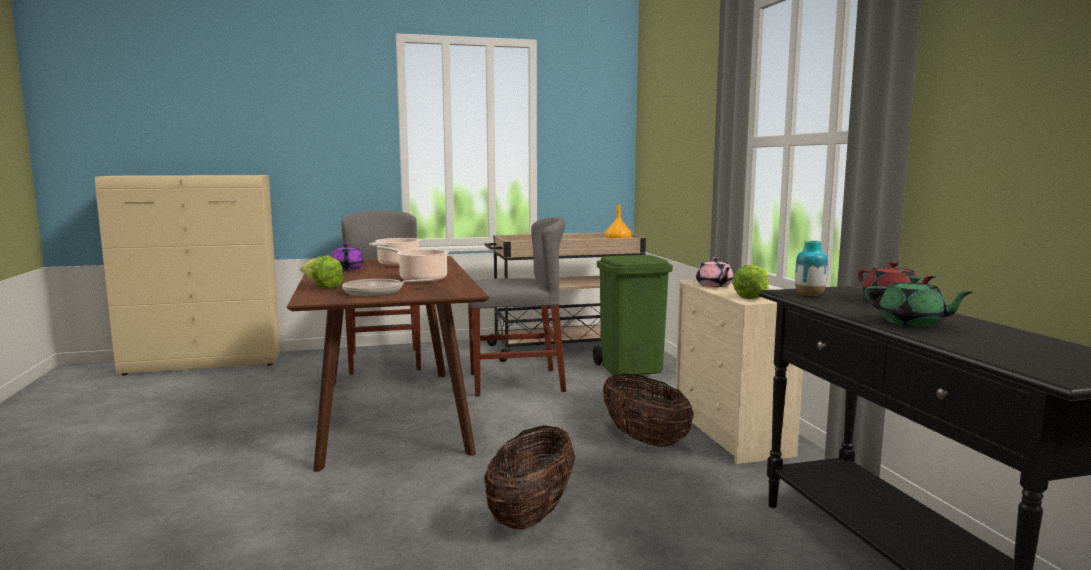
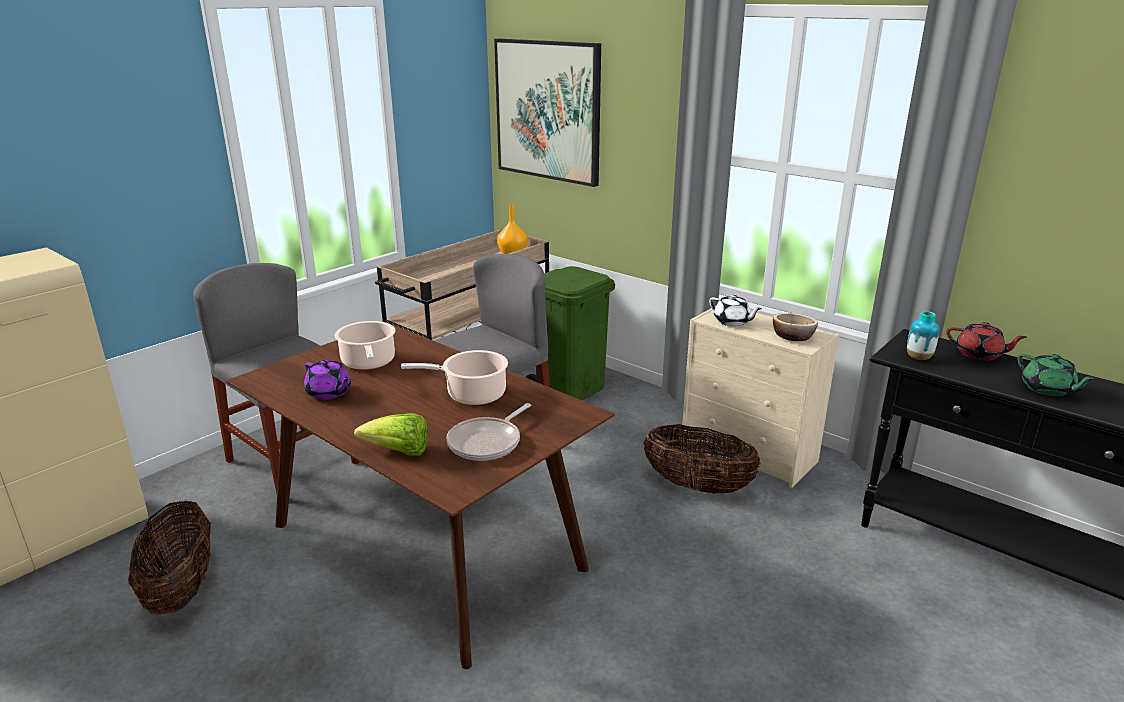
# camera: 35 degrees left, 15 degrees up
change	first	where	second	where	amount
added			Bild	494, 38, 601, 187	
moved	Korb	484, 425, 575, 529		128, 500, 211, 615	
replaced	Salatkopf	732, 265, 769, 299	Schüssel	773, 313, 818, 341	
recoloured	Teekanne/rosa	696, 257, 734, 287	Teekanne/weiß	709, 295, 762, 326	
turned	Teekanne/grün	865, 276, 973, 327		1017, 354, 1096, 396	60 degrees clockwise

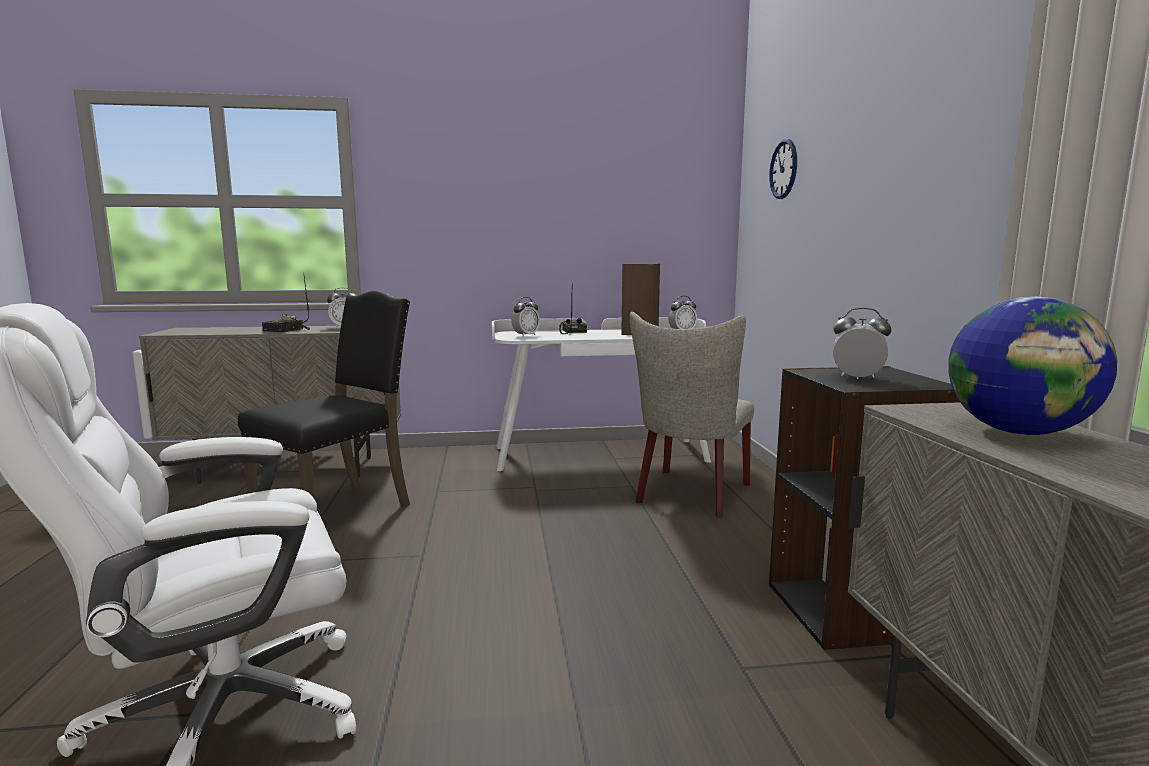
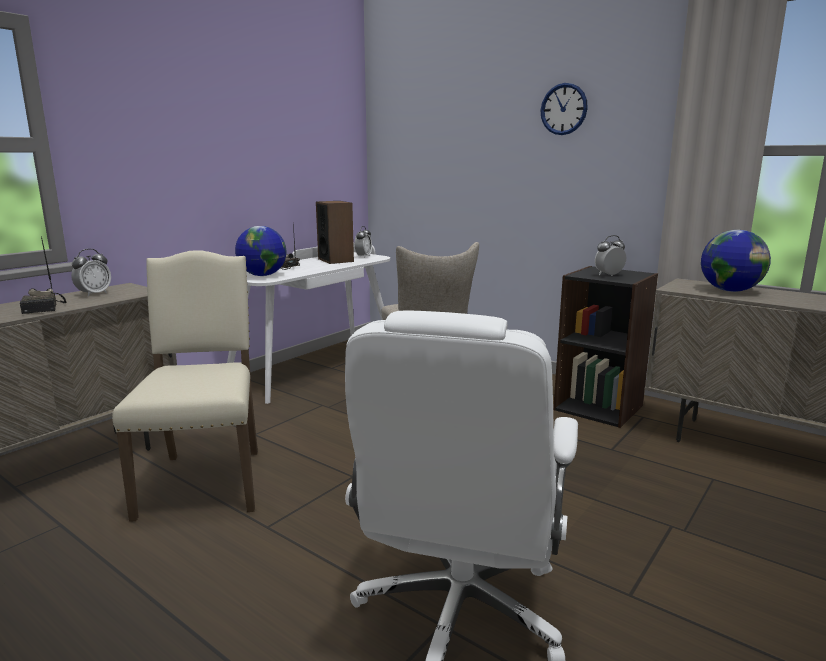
# camera: 45 degrees left, 5 degrees up
change	first	where	second	where	amount
moved	Wanduhr	769, 139, 797, 199		540, 83, 588, 135	
replaced	Wecker	511, 297, 540, 337	Globus	235, 226, 287, 276	
recoloured	Stuhl/schwarz	238, 291, 410, 507	Stuhl/beige	112, 250, 258, 522	

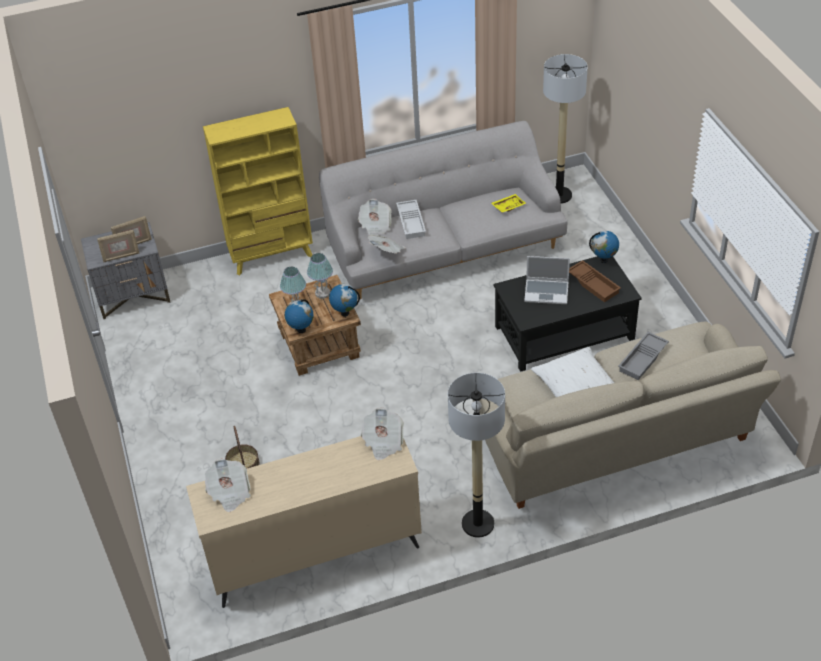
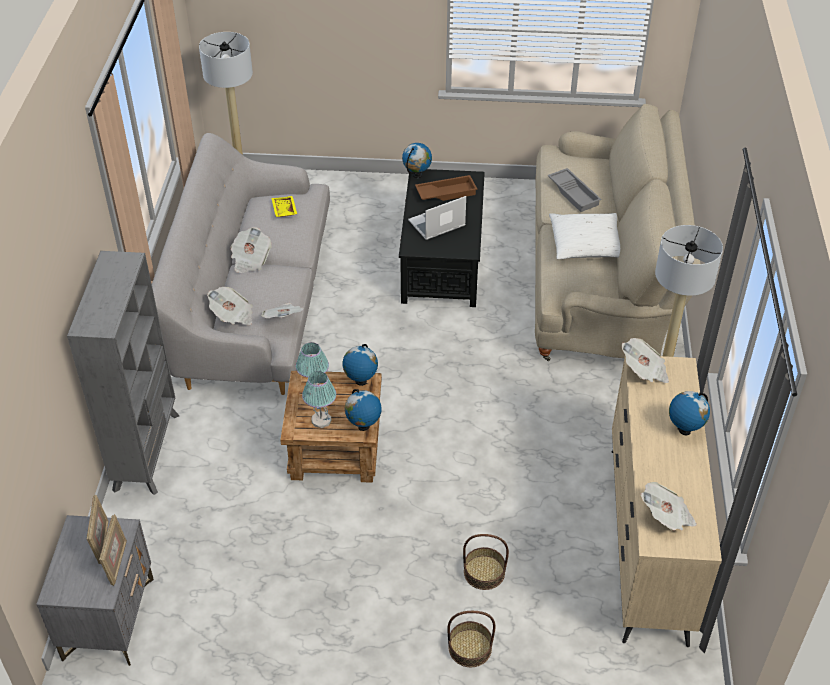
# camera: 70 degrees left, 0 degrees up
change	first	where	second	where	amount
removed	Tablett/weiß	396, 200, 426, 239			
added			Zeitung	230, 227, 272, 273	
added			Korb	447, 611, 496, 667	
added			Globus	669, 391, 710, 435	
recoloured	Bücherregal/gelb	203, 107, 313, 275	Bücherregal/grau	67, 251, 179, 495	
turned	Laptop	524, 256, 570, 304		408, 196, 466, 240	150 degrees counterclockwise

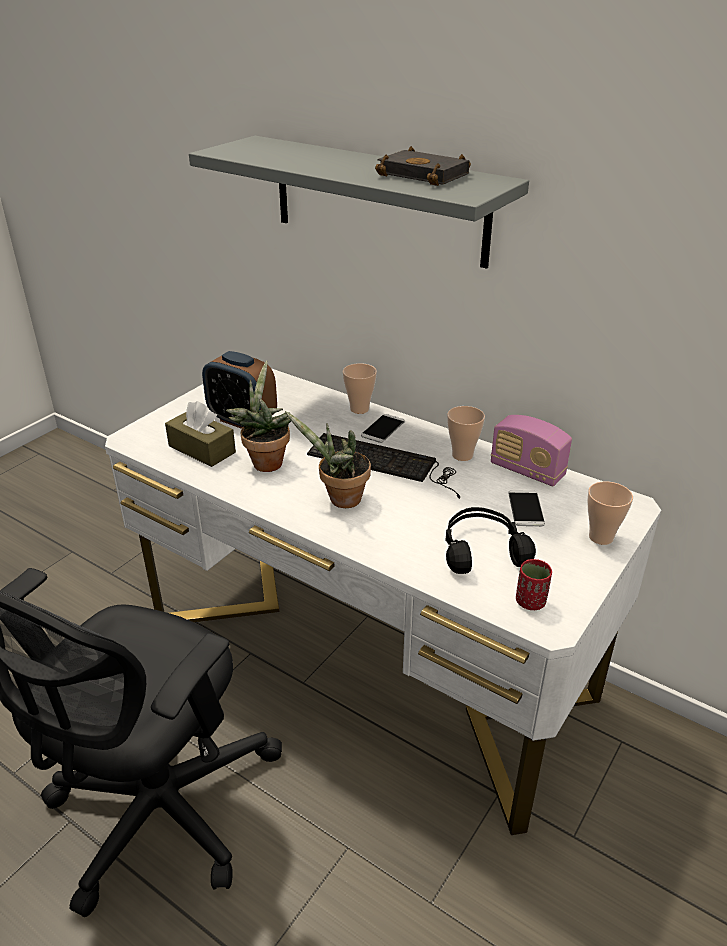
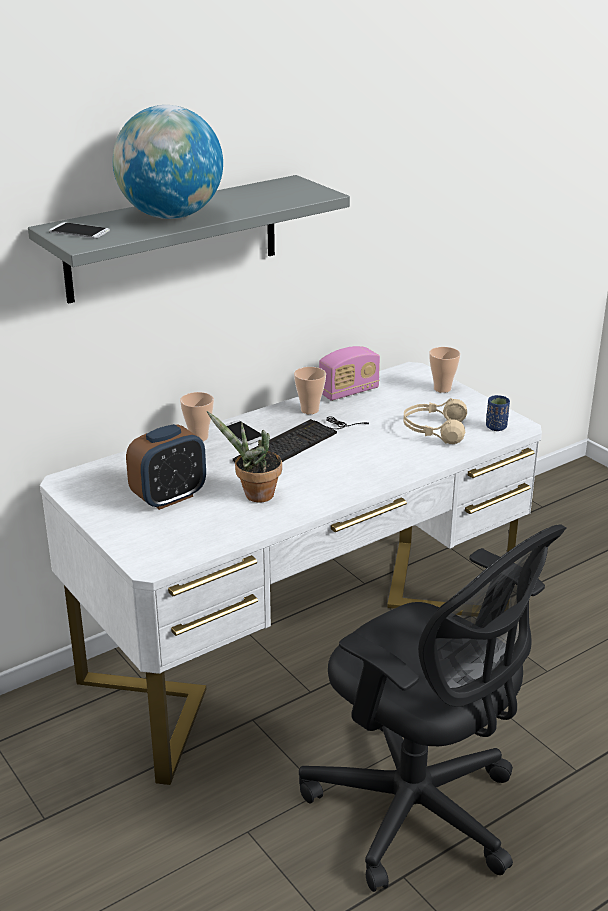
# camera: 70 degrees left, 5 degrees down
change	first	where	second	where	amount
removed	Taschentuchbox/braun	165, 401, 236, 467			
removed	Topfpflanze	285, 411, 371, 508			
removed	Buch/schwarz	375, 146, 471, 186			
added			Globus	113, 105, 223, 219	
moved	Handy	508, 490, 545, 526		49, 222, 110, 239	
recoloured	Kopfhörer/schwarz	445, 507, 536, 574	Kopfhörer/beige	403, 398, 467, 444	
recoloured	Tasse/rot	516, 559, 552, 610	Tasse/blau	486, 395, 510, 431	

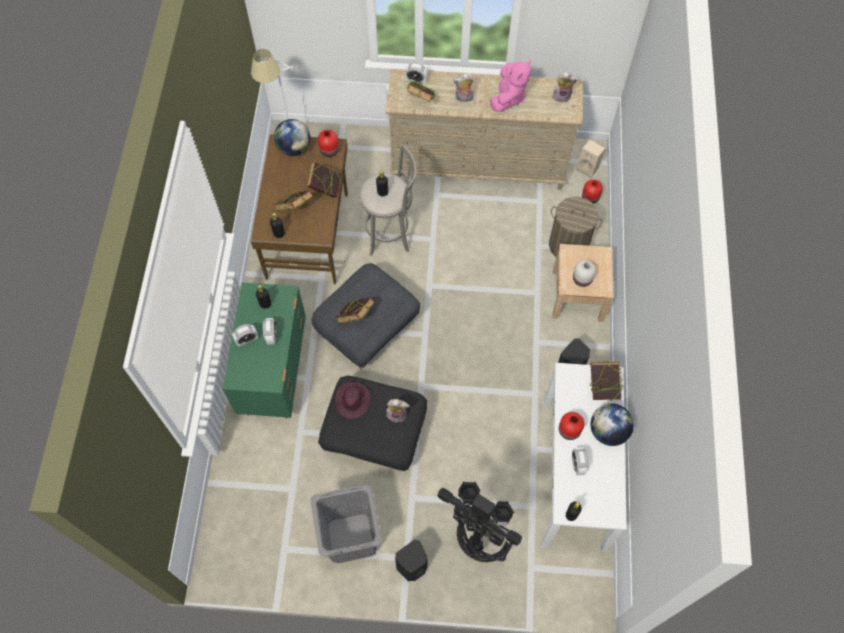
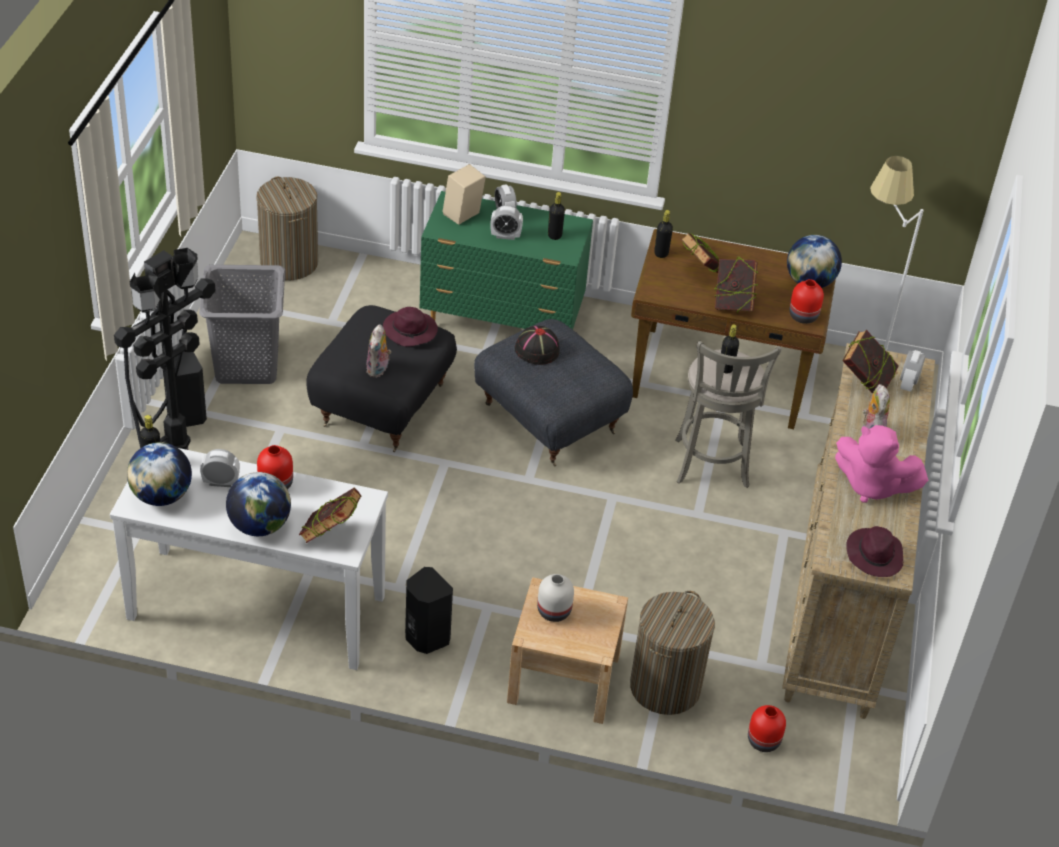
# camera: 95 degrees right, 20 degrees down
change	first	where	second	where	amount
added			Globus	127, 442, 192, 506	
added			Wäschekorb	256, 177, 318, 280	
moved	Lautsprecher/beige	576, 140, 606, 178		443, 164, 486, 225	
replaced	Buch	335, 297, 375, 323	Hut/schwarz	515, 326, 560, 365	
replaced	Plüschtier	552, 72, 578, 103	Hut/lila	846, 526, 903, 577	

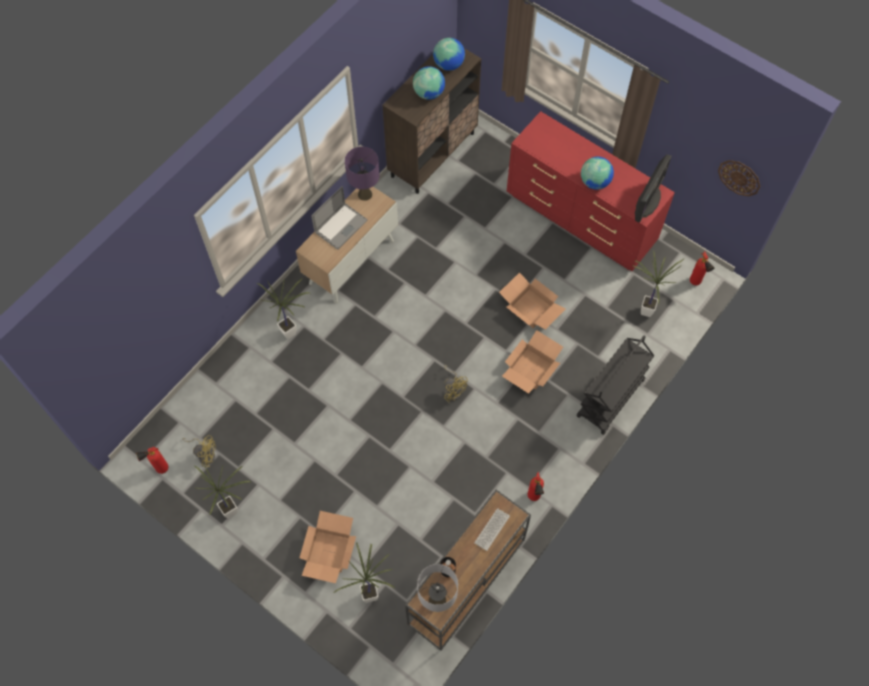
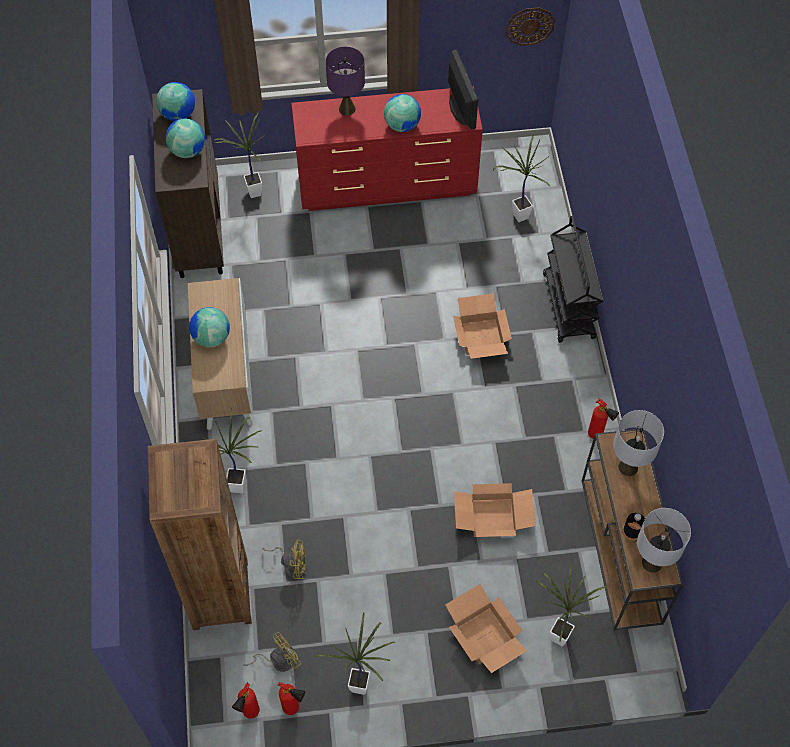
# camera: 45 degrees left, 5 degrees down
change	first	where	second	where	amount
added			Bücherregal/braun	148, 439, 252, 630	
added			Topfpflanze	214, 112, 266, 198	
moved	Tischlampe/lila	345, 147, 380, 201		326, 47, 365, 115	
moved	Ventilator/gelb	444, 365, 468, 402		262, 540, 306, 579	
moved	Karton	499, 272, 566, 330		454, 483, 536, 537	
moved	Feuerlöscher	690, 251, 714, 285		278, 682, 305, 715	
replaced	Laptop	311, 186, 368, 250	Globus	189, 307, 230, 348	
replaced	Tastatur	474, 508, 510, 551	Tischlampe/grau	613, 410, 664, 476	

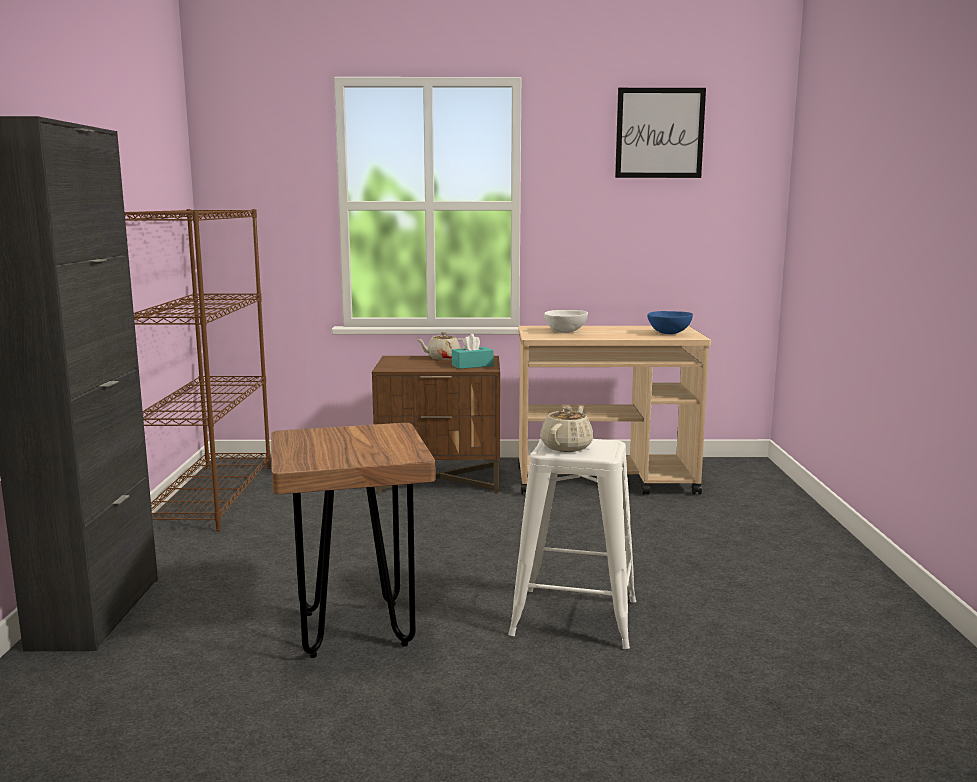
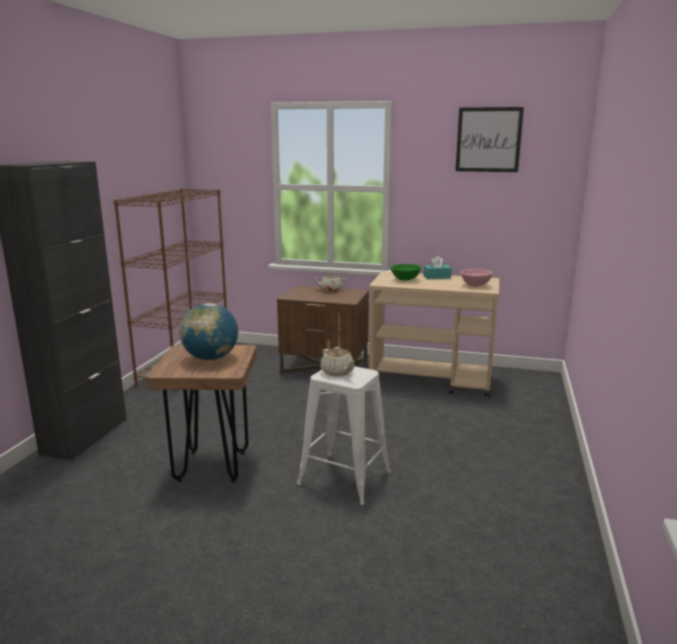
# camera: 15 degrees right, 5 degrees up
change	first	where	second	where	amount
added			Globus	180, 303, 238, 361	
moved	Taschentuchbox/türkis	452, 334, 494, 369		423, 256, 452, 279	
recoloured	Schüssel/weiß	544, 310, 588, 333	Schüssel/grün	391, 264, 421, 281	
recoloured	Schüssel/blau	647, 311, 693, 334	Schüssel/rosa	461, 269, 492, 286	
turned	Teekanne/beige	540, 406, 594, 452		320, 347, 355, 377	105 degrees clockwise

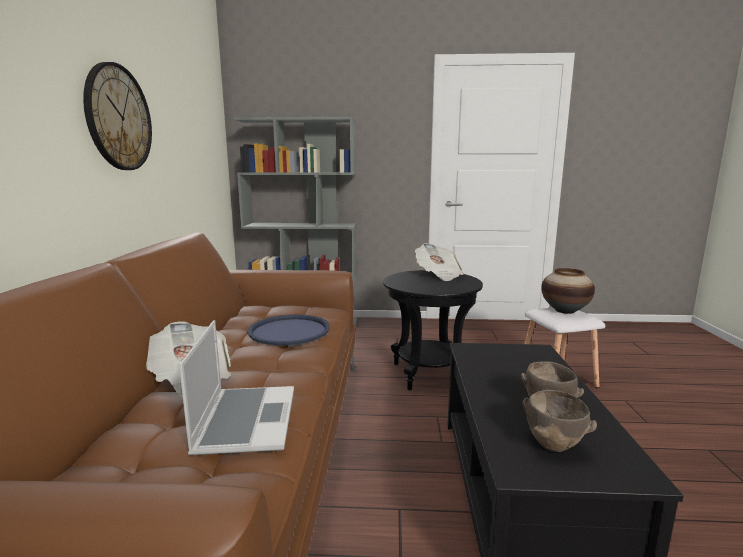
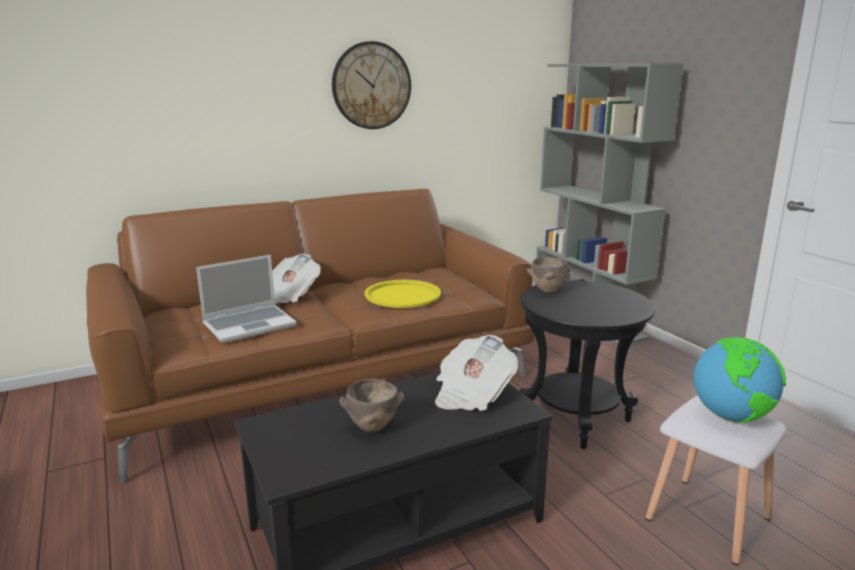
# camera: 60 degrees right, 5 degrees up
change	first	where	second	where	amount
moved	Zeitung	415, 243, 464, 281		435, 335, 518, 411	
moved	Schüssel/braun	522, 390, 597, 452		527, 257, 571, 292	
replaced	Vase	541, 268, 595, 314	Globus	694, 337, 786, 423	
recoloured	Tablett/blau	247, 314, 330, 345	Tablett/gelb	365, 280, 441, 308	

